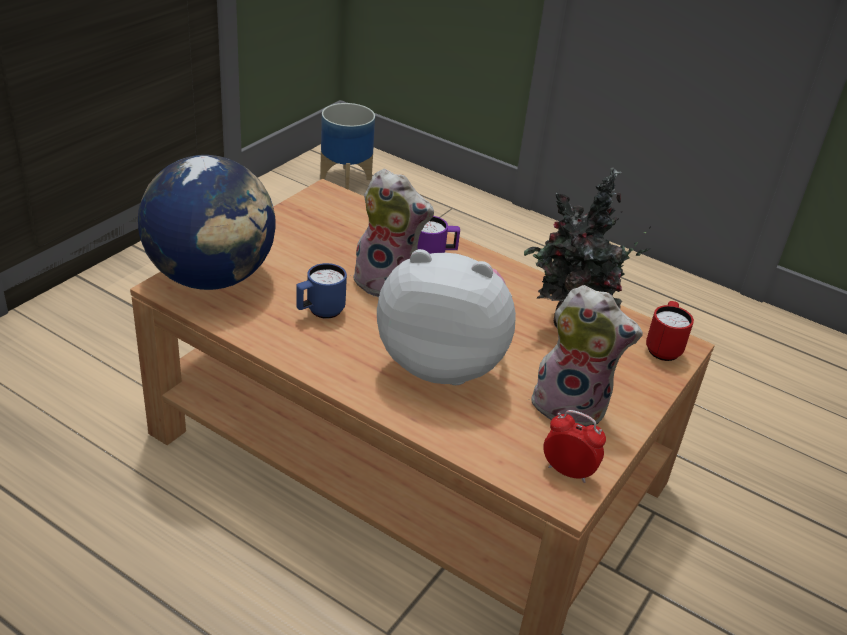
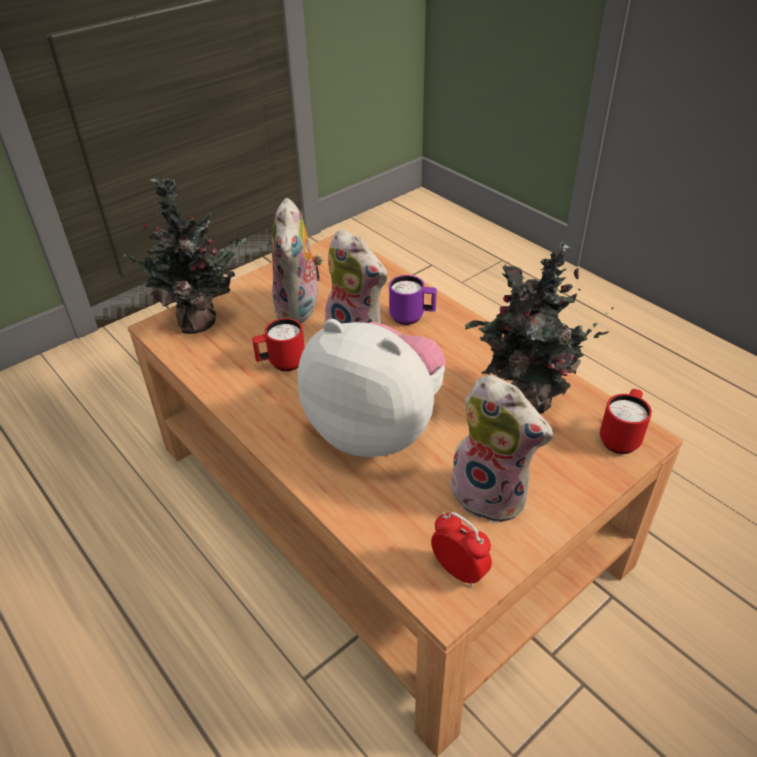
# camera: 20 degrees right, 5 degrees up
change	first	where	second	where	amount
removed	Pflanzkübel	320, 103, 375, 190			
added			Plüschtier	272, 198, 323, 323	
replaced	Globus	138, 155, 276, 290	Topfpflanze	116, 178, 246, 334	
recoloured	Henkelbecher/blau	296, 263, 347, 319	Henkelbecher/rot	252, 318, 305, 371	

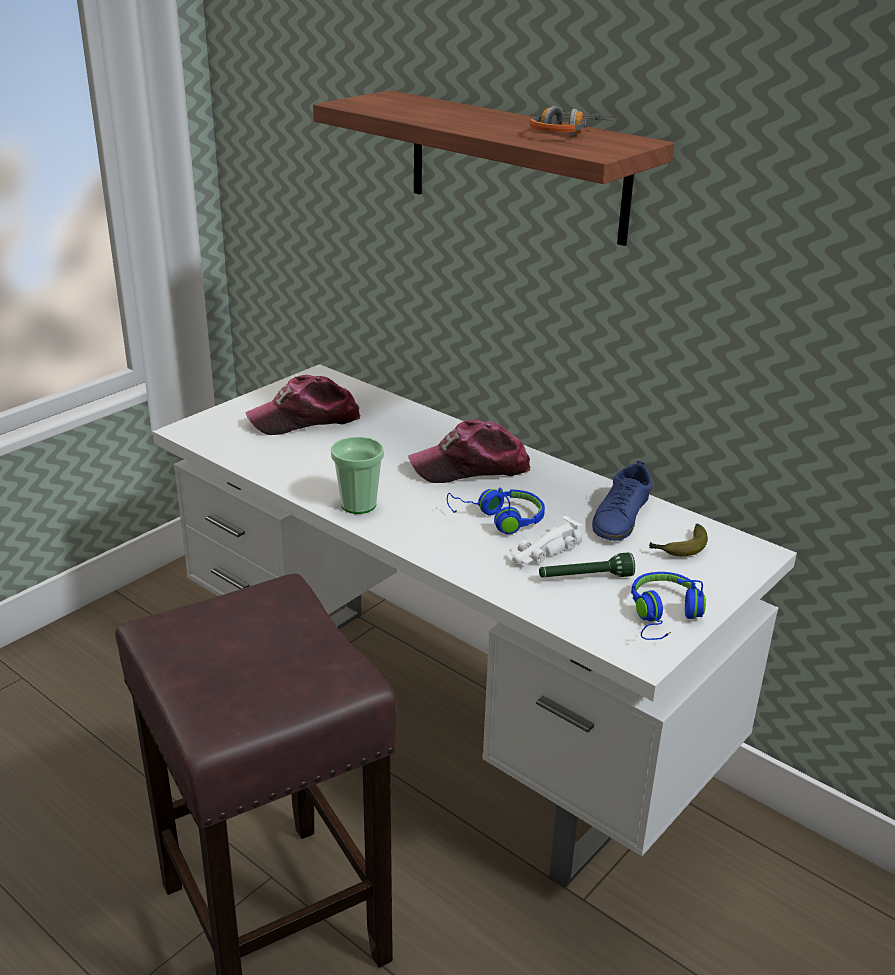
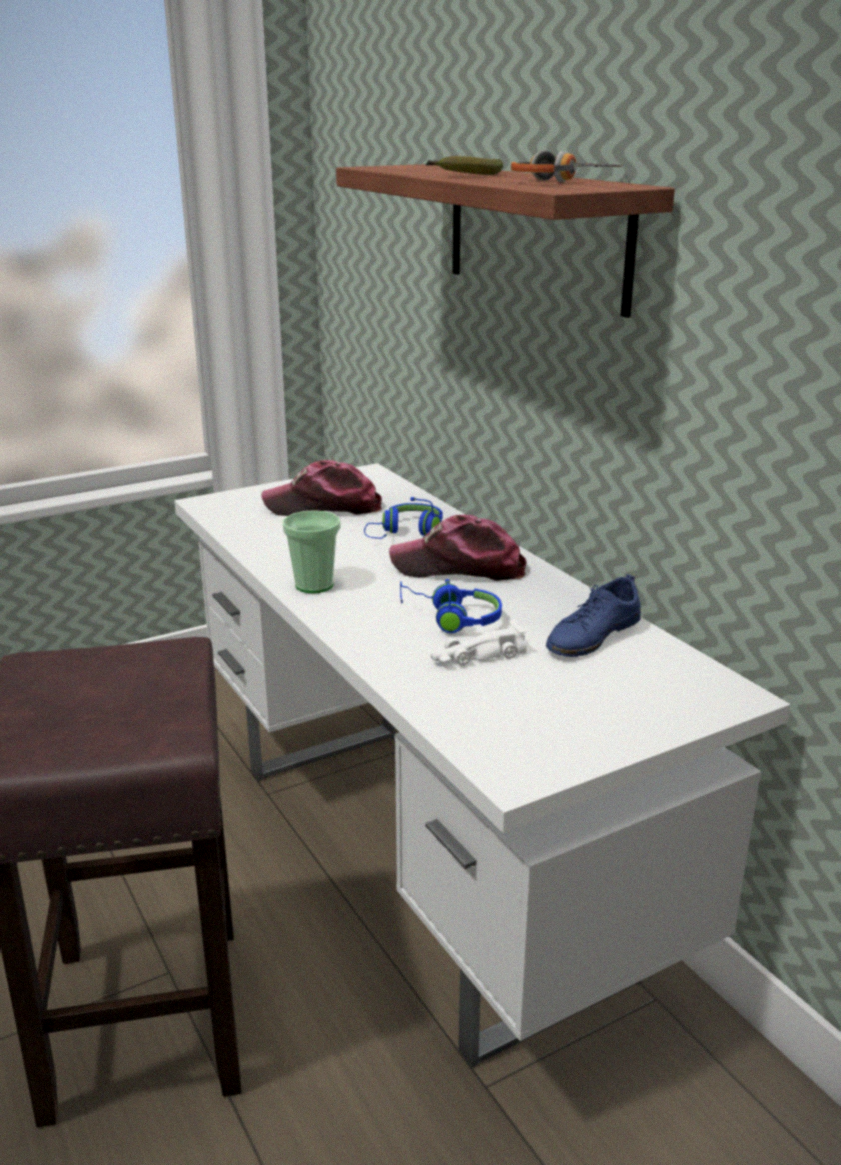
# camera: 20 degrees right, 5 degrees down
change	first	where	second	where	amount
removed	Taschenlampe/grün	539, 553, 635, 577			
moved	Kopfhörer/blau	631, 572, 706, 640		364, 497, 443, 539	
moved	Banane	649, 524, 708, 556		426, 156, 503, 175	

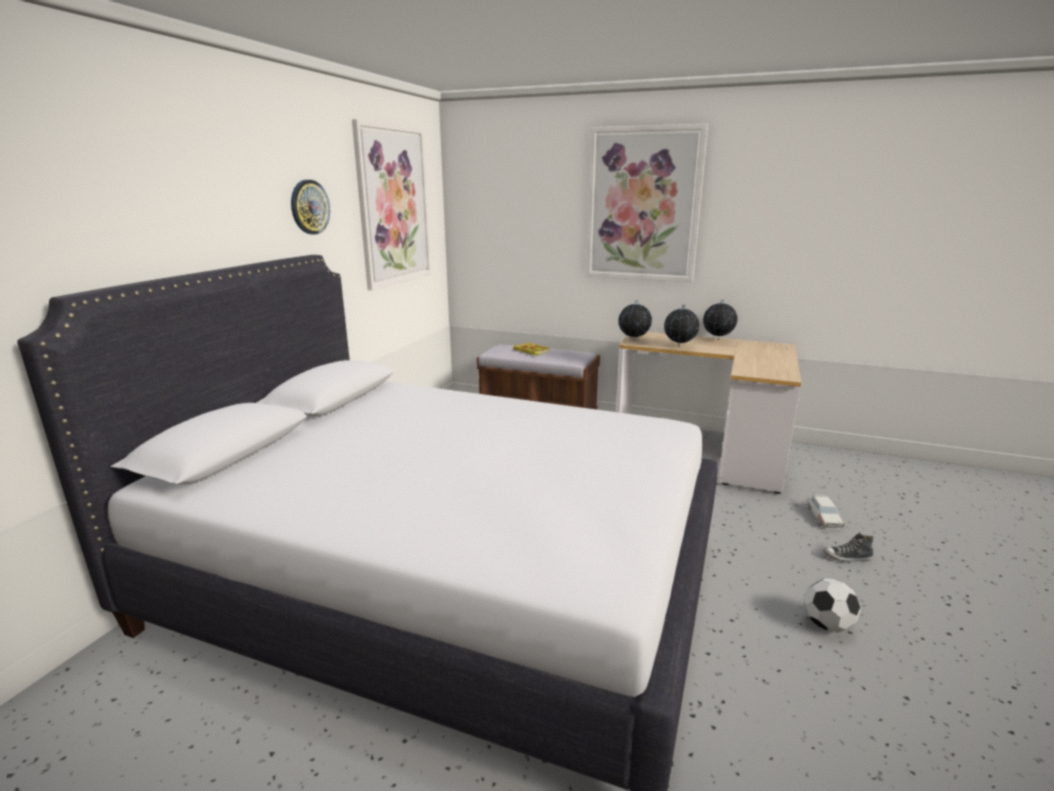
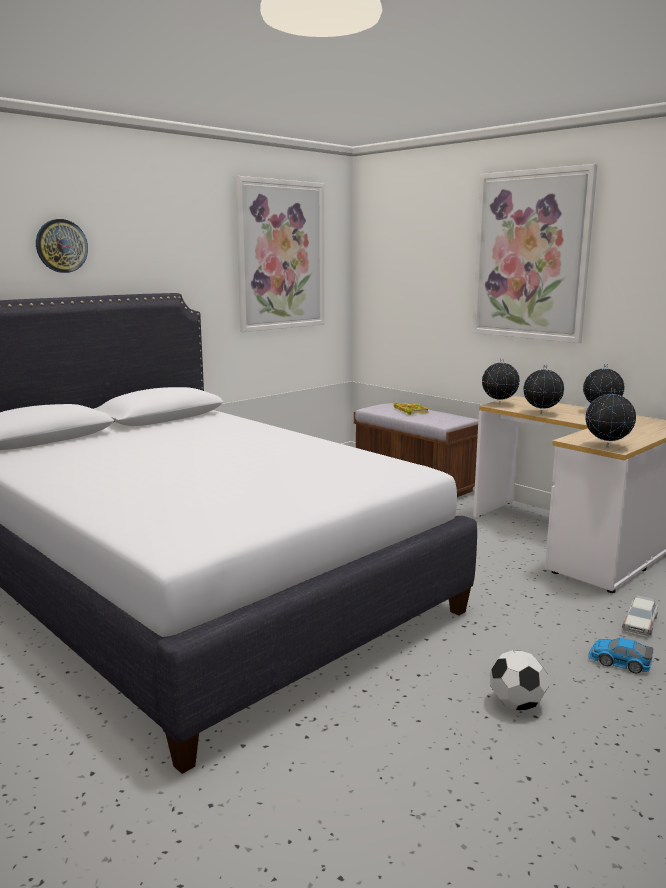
# camera: 25 degrees right, 5 degrees down
change	first	where	second	where	amount
added			Globus	585, 388, 636, 447	
moved	Wanduhr	291, 180, 330, 235		36, 219, 88, 273	
replaced	Schuh	823, 532, 874, 562	Spielzeugauto	588, 638, 653, 674	

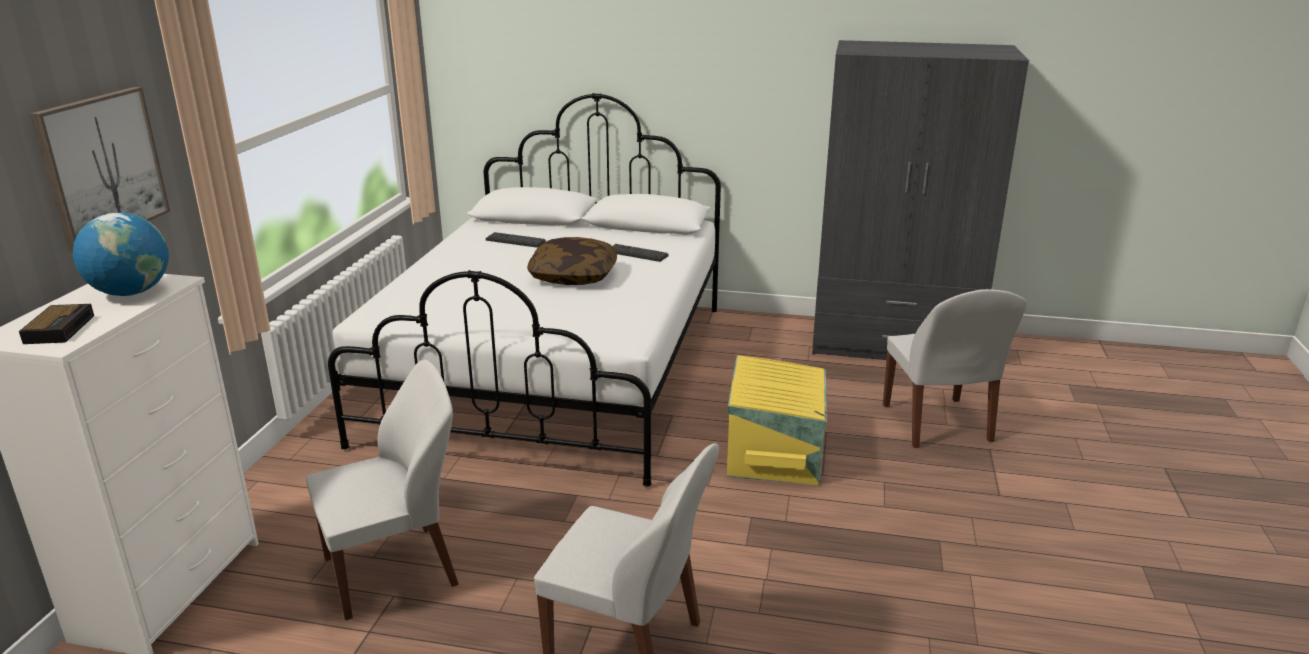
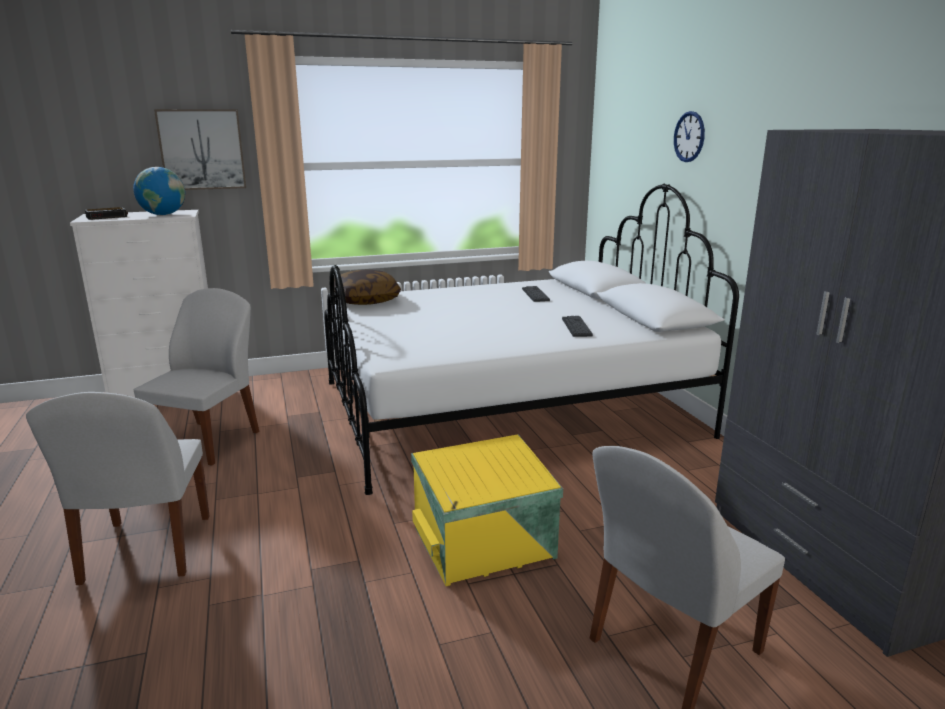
# camera: 60 degrees right, 5 degrees down
change	first	where	second	where	amount
added			Wanduhr	674, 111, 705, 162	
moved	Kissen	527, 237, 617, 285		334, 270, 401, 305	
turned	Stuhl/weiß	306, 360, 459, 621		134, 288, 259, 466	105 degrees counterclockwise

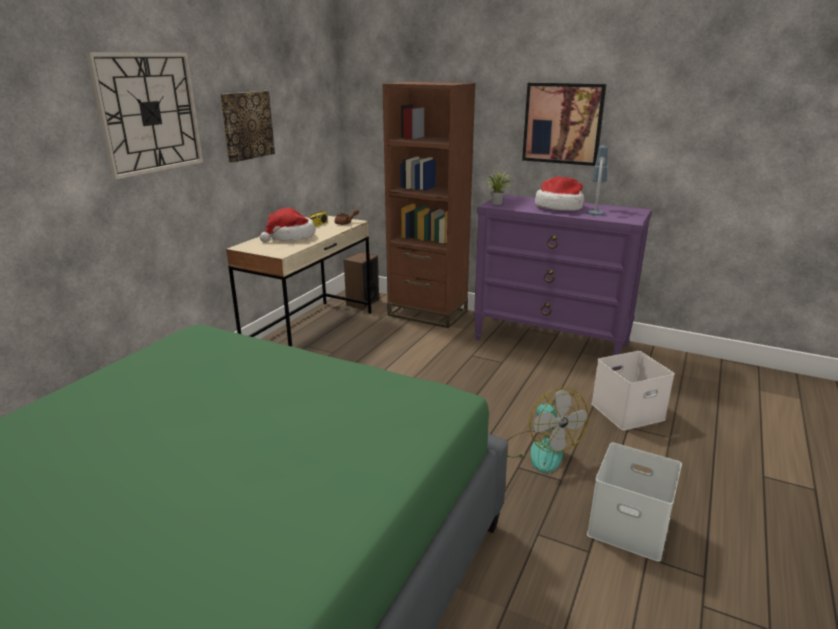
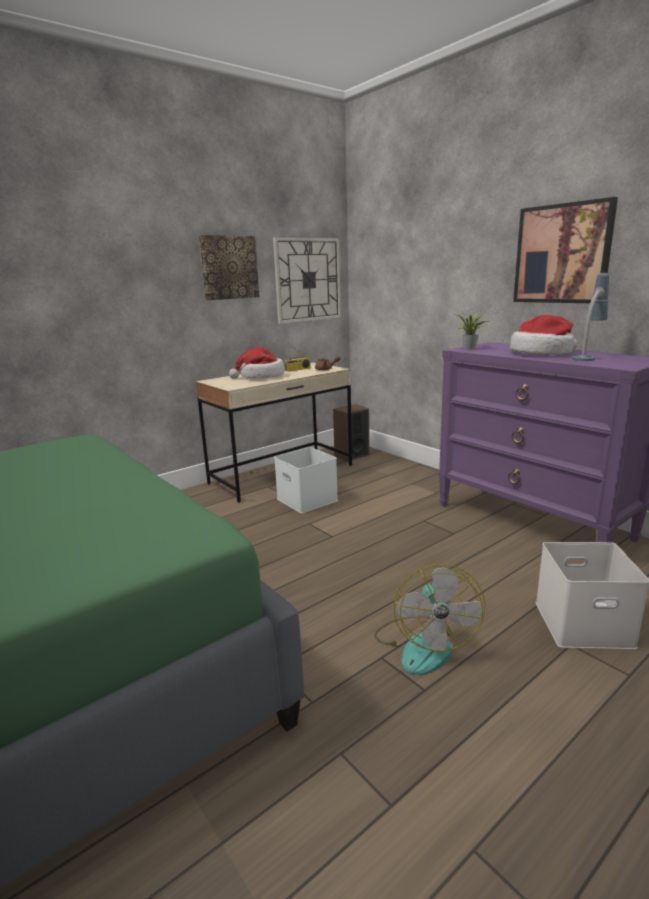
# camera: 25 degrees right, 5 degrees down
change	first	where	second	where	amount
removed	Bücherregal/braun	383, 82, 476, 328			
moved	Wanduhr	85, 52, 203, 180		273, 237, 341, 324	
moved	Aufbewahrungsbox/weiß	587, 443, 682, 562		274, 447, 338, 513	

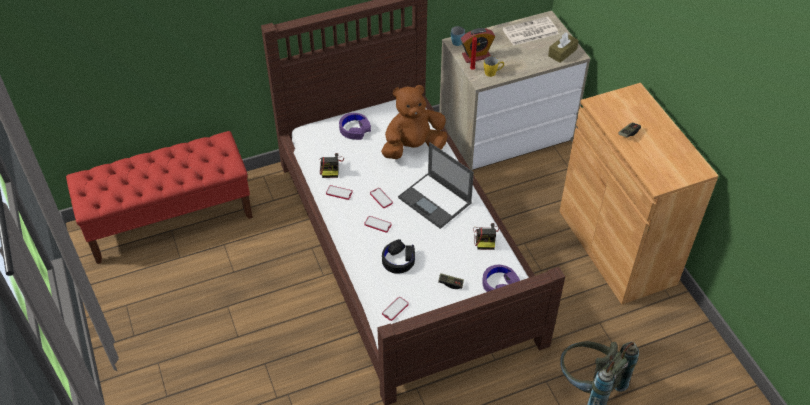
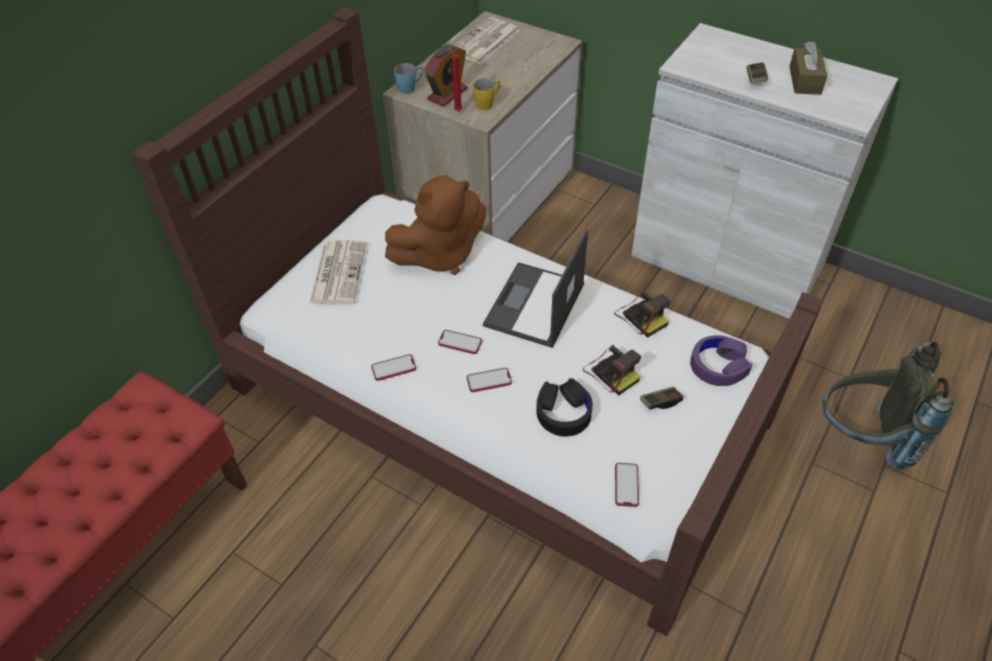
# camera: 35 degrees left, 0 degrees up
change	first	where	second	where	amount
moved	Kamera	320, 153, 344, 178		583, 344, 641, 395	
moved	Taschentuchbox/braun	548, 32, 579, 63		789, 41, 827, 95	
replaced	Kopfhörer/lila	339, 113, 371, 140	Zeitung	310, 240, 366, 305	
recoloured	Schrank/braun	559, 83, 719, 305	Schrank/weiß	631, 23, 898, 319	
turned	Plüschtier/braun	381, 85, 448, 159		385, 175, 486, 275	150 degrees counterclockwise
turned	Laptop	398, 142, 474, 229		483, 229, 588, 348	105 degrees clockwise

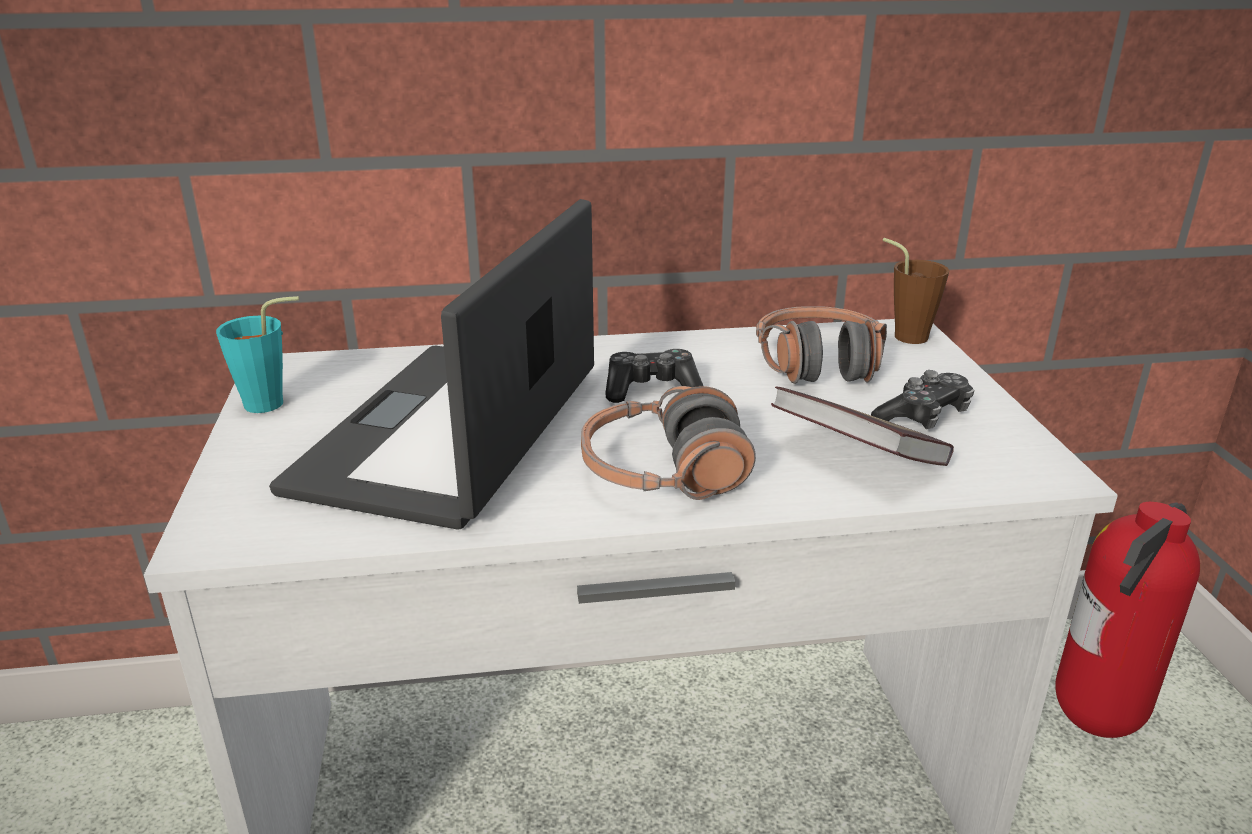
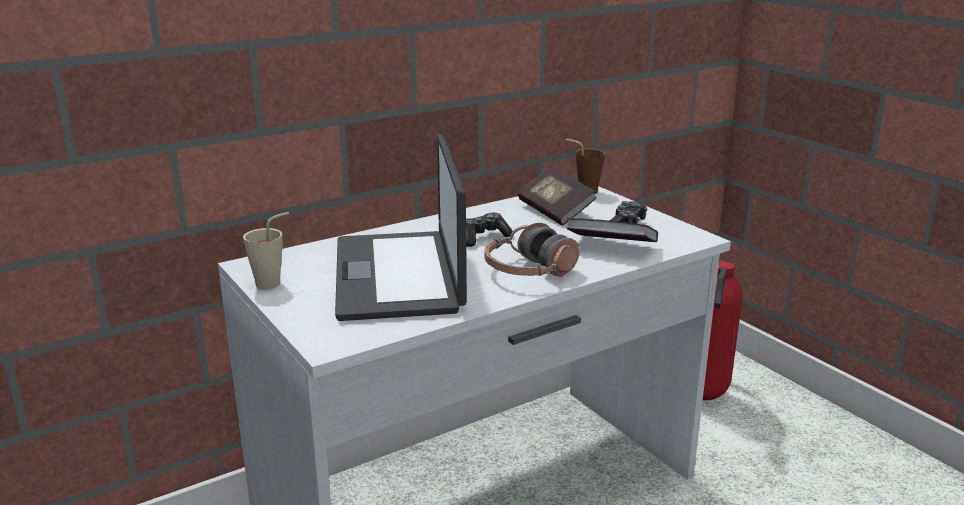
# camera: 25 degrees left, 5 degrees down
change	first	where	second	where	amount
replaced	Kopfhörer	756, 306, 887, 384	Buch	518, 167, 597, 225	
recoloured	Tasse/türkis	216, 296, 299, 413	Tasse/beige	243, 212, 289, 289	

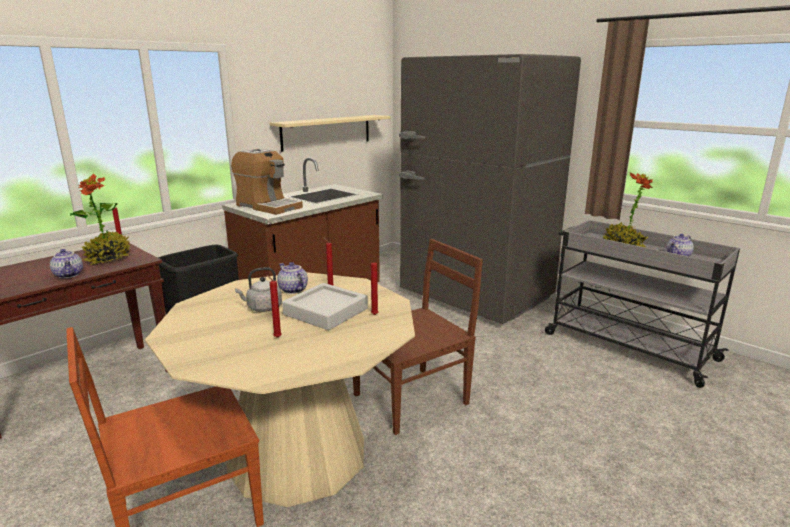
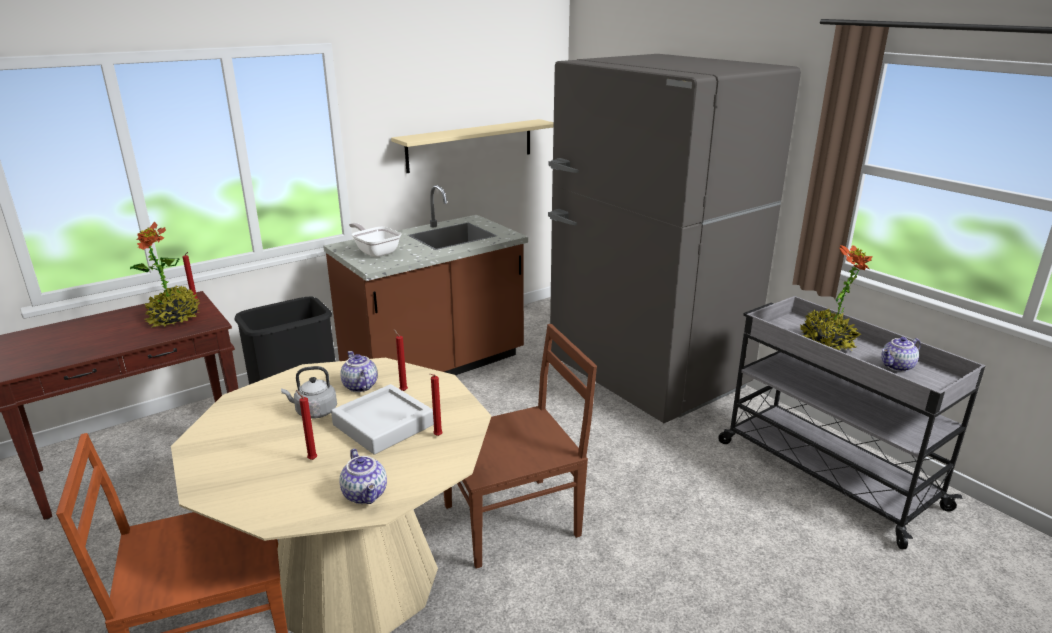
# camera: 10 degrees right, 5 degrees up
change	first	where	second	where	amount
moved	Teekanne	50, 249, 83, 278		339, 449, 387, 504	
replaced	Kaffeemaschine	231, 149, 303, 215	Pfanne	349, 223, 401, 257	

